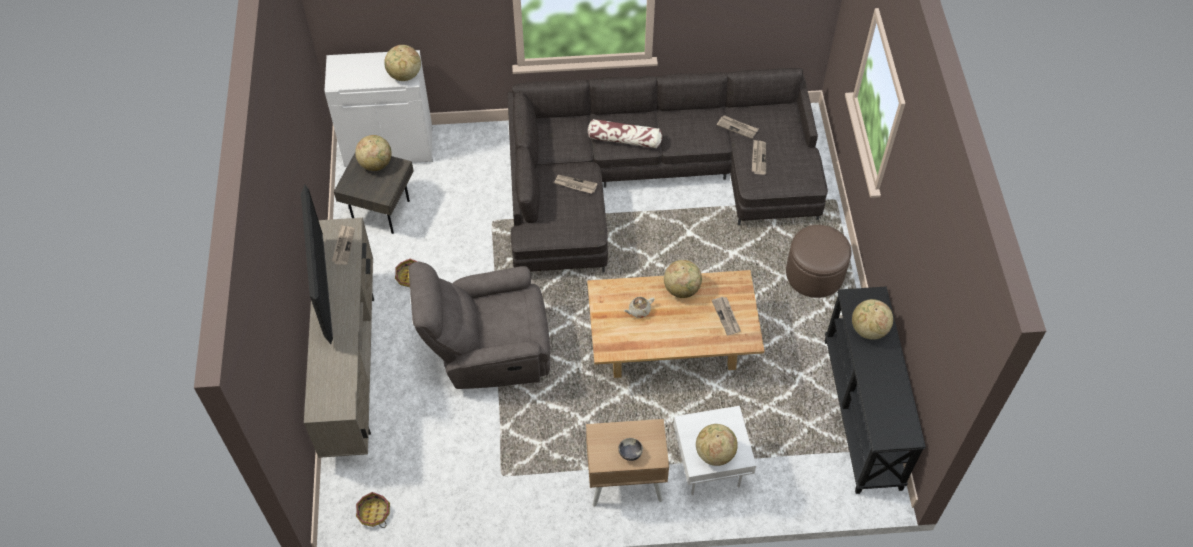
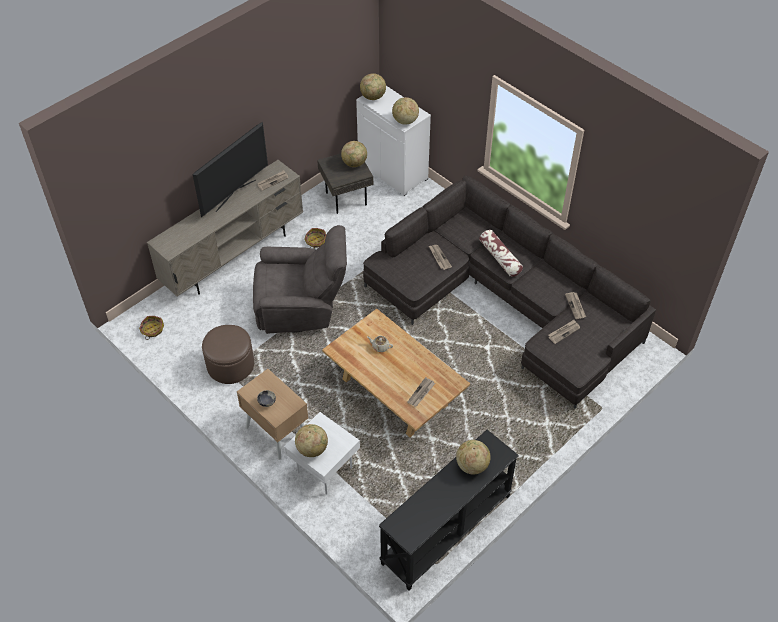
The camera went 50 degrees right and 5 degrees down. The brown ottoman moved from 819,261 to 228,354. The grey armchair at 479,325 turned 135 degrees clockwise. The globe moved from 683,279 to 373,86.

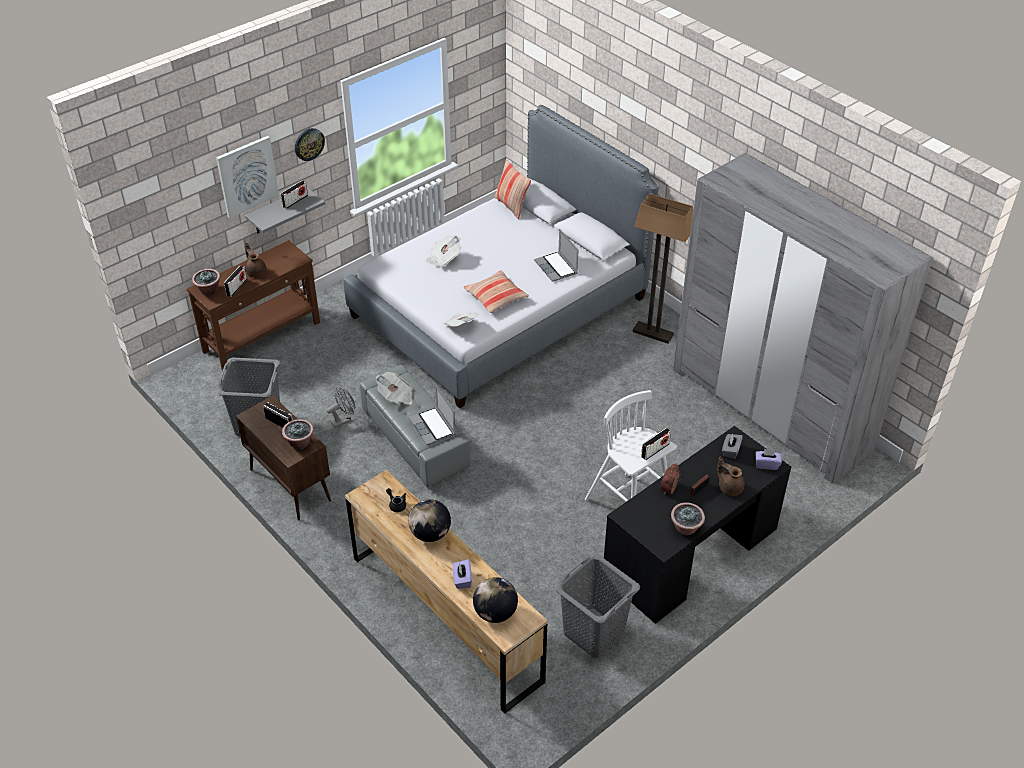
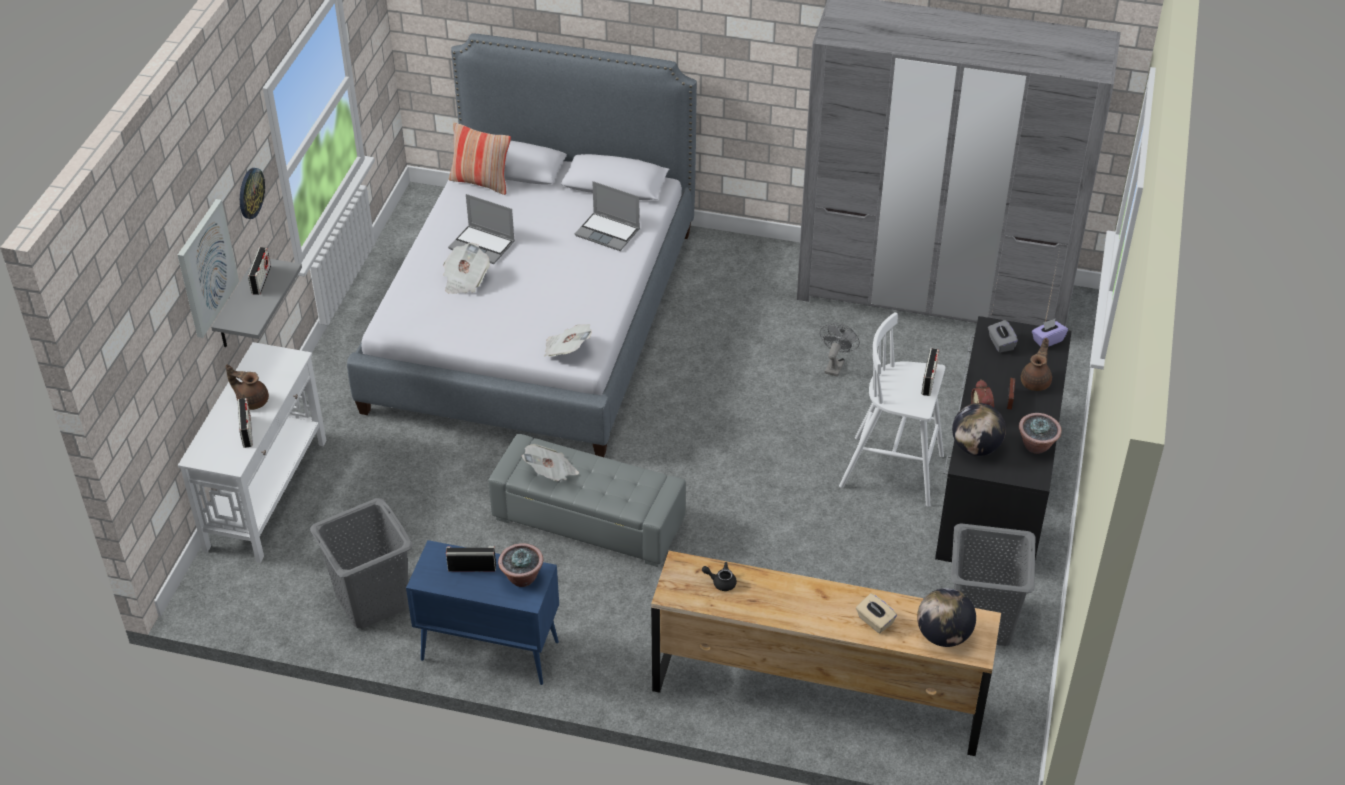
The camera went 35 degrees left and 0 degrees up. The brown console table at 253,305 became the white console table at 252,452. The brown cabinet at 283,458 became the blue cabinet at 482,612. The laptop moved from 432,415 to 481,229. The grey fan moved from 340,408 to 840,350. The purple tissue box at 462,574 became the beige tissue box at 876,613. The globe moved from 429,520 to 979,429. The brown teapot at 730,476 turned 105 degrees clockwise. The potted plant at 206,282 disappeared. The pillow at 496,291 disappeared. The floor lamp at 663,269 disappeared.

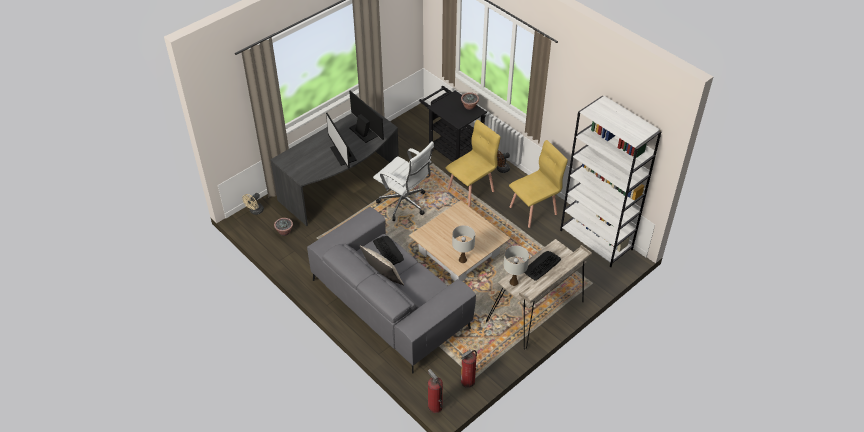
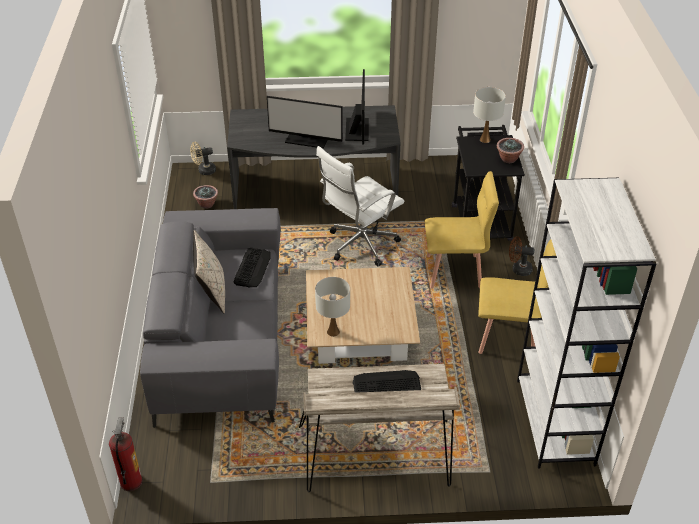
The camera went 40 degrees right and 5 degrees down. The monitor at 341,141 turned 90 degrees counterclockwise. The white office chair at 403,181 turned 60 degrees clockwise. The white table lamp moved from 516,266 to 489,115. The fire extinguisher at 469,369 disappeared.

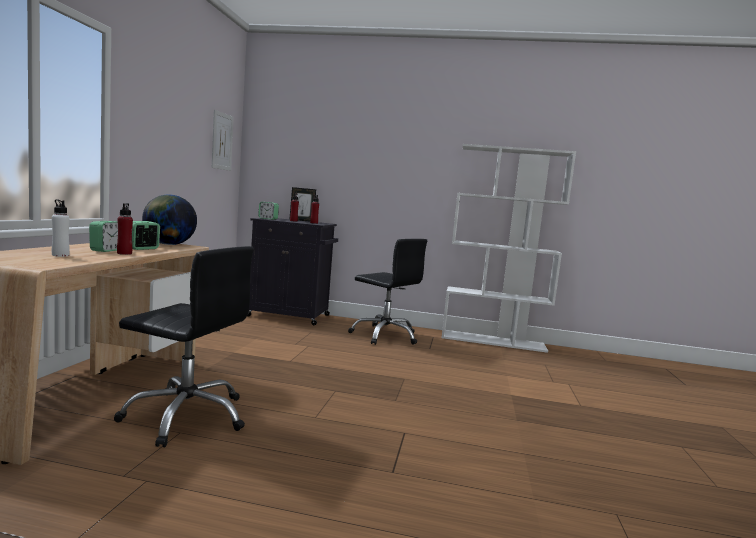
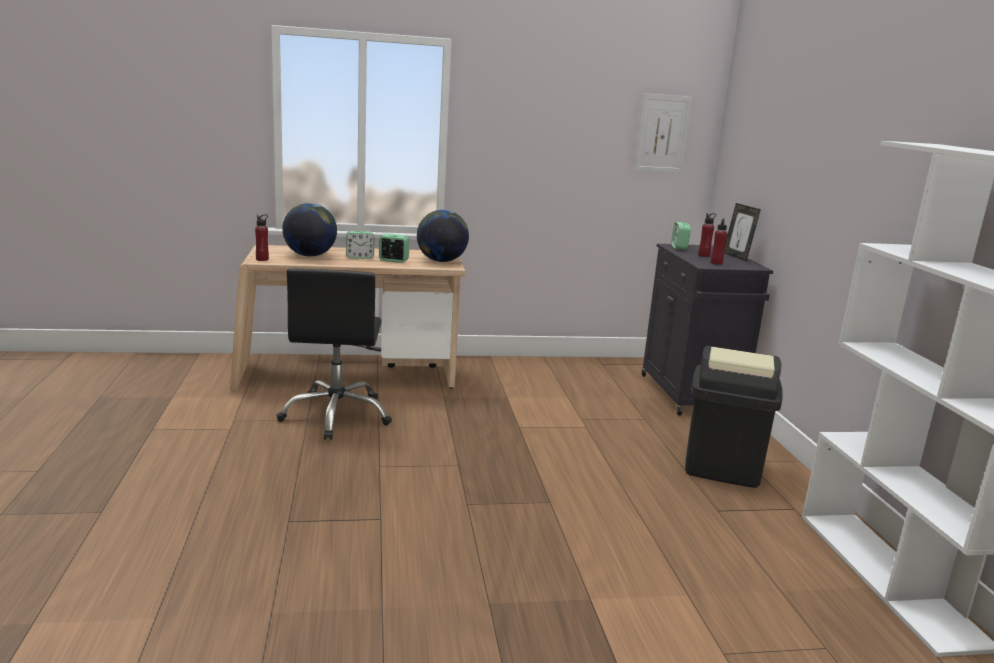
The camera went 70 degrees right and 10 degrees up. The red bottle moved from 125,229 to 262,237. The white bottle at 61,227 was replaced by the globe at 309,230. The black office chair at 387,292 was replaced by the black trash can at 734,417.

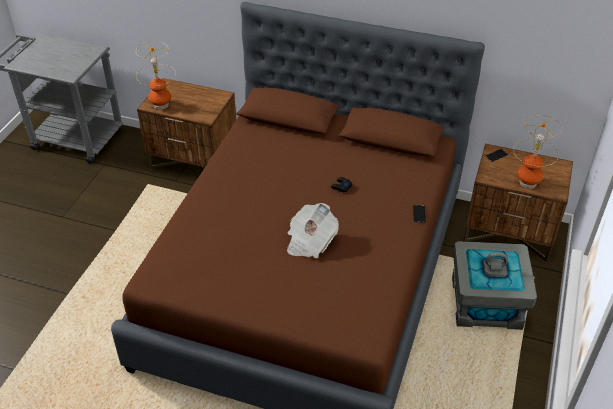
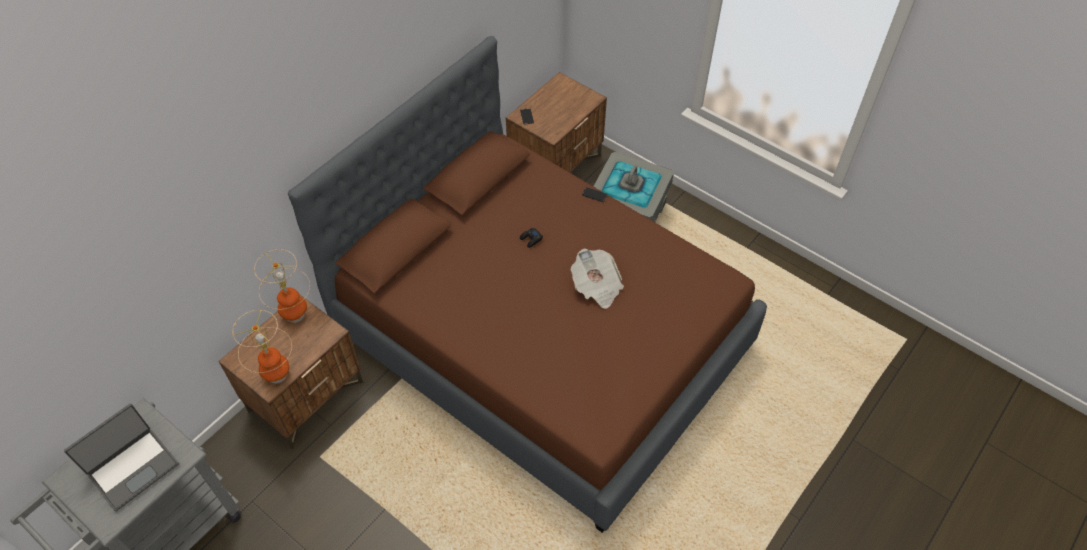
The camera went 70 degrees left and 10 degrees up. The laptop at 121,457 appeared. The table lamp moved from 537,152 to 282,286.

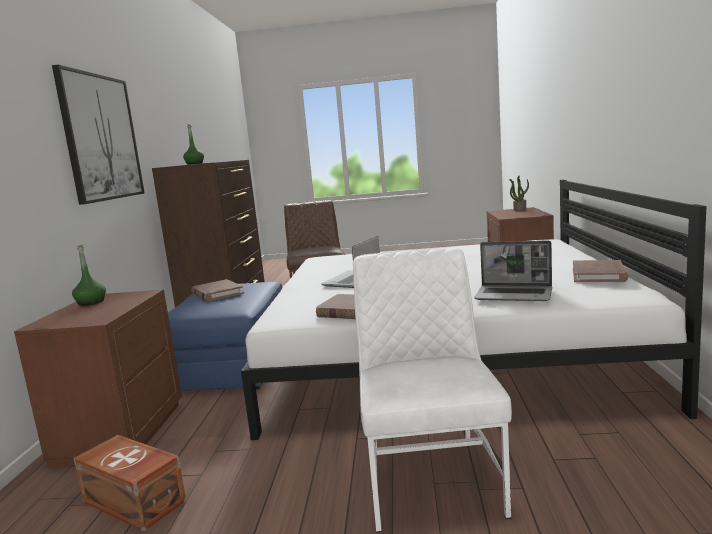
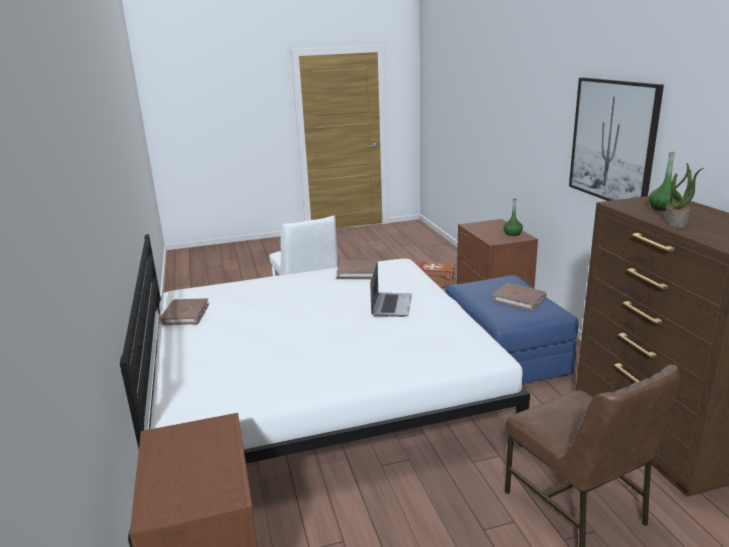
The camera went 160 degrees right and 10 degrees up. The potted plant moved from 519,193 to 683,195. The laptop at 513,271 disappeared.

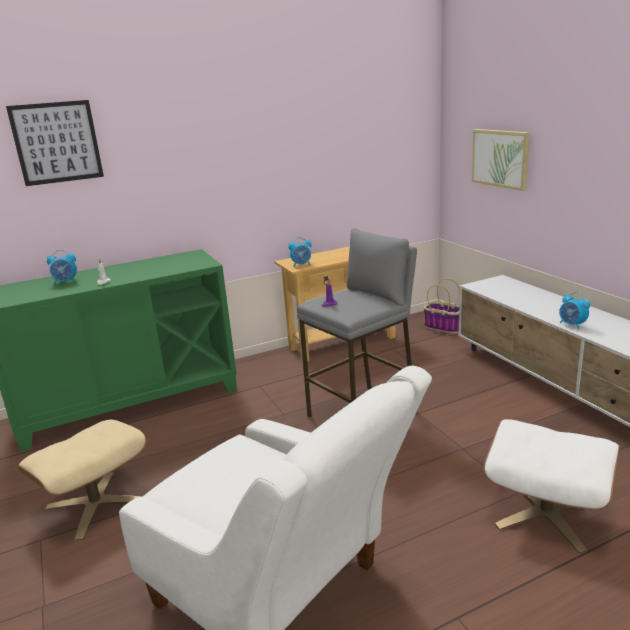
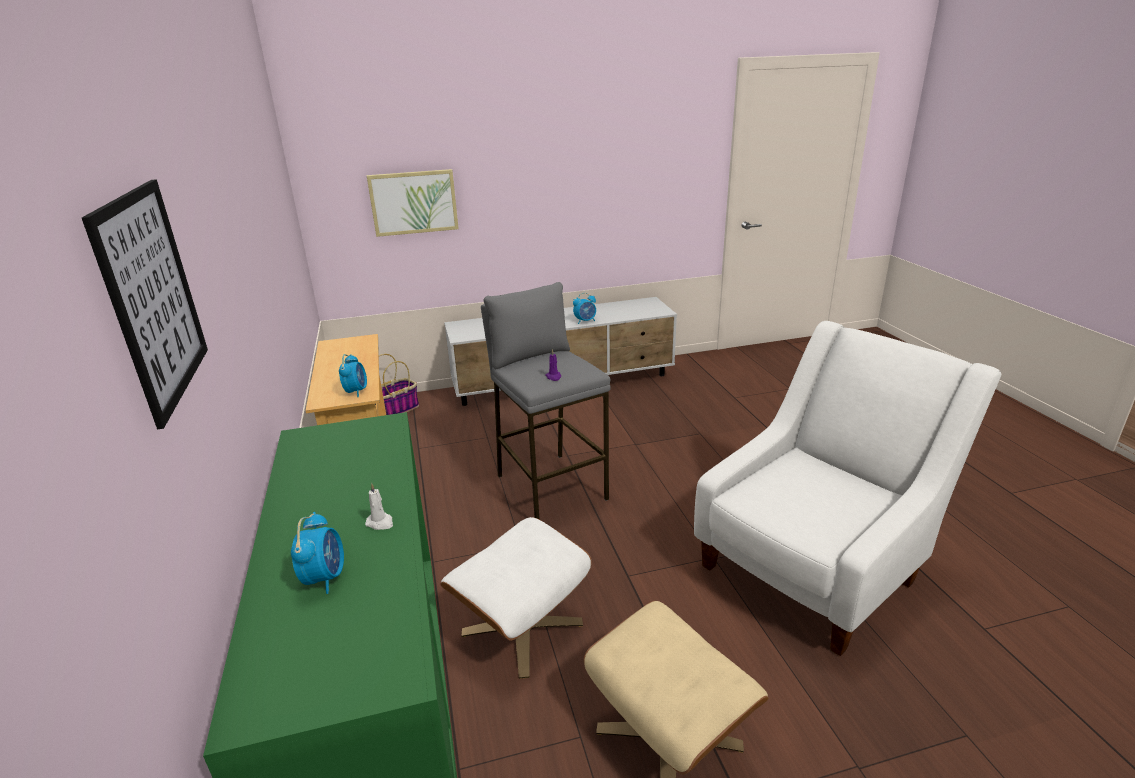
The camera went 80 degrees left and 5 degrees up. The white ottoman moved from 552,486 to 516,598.

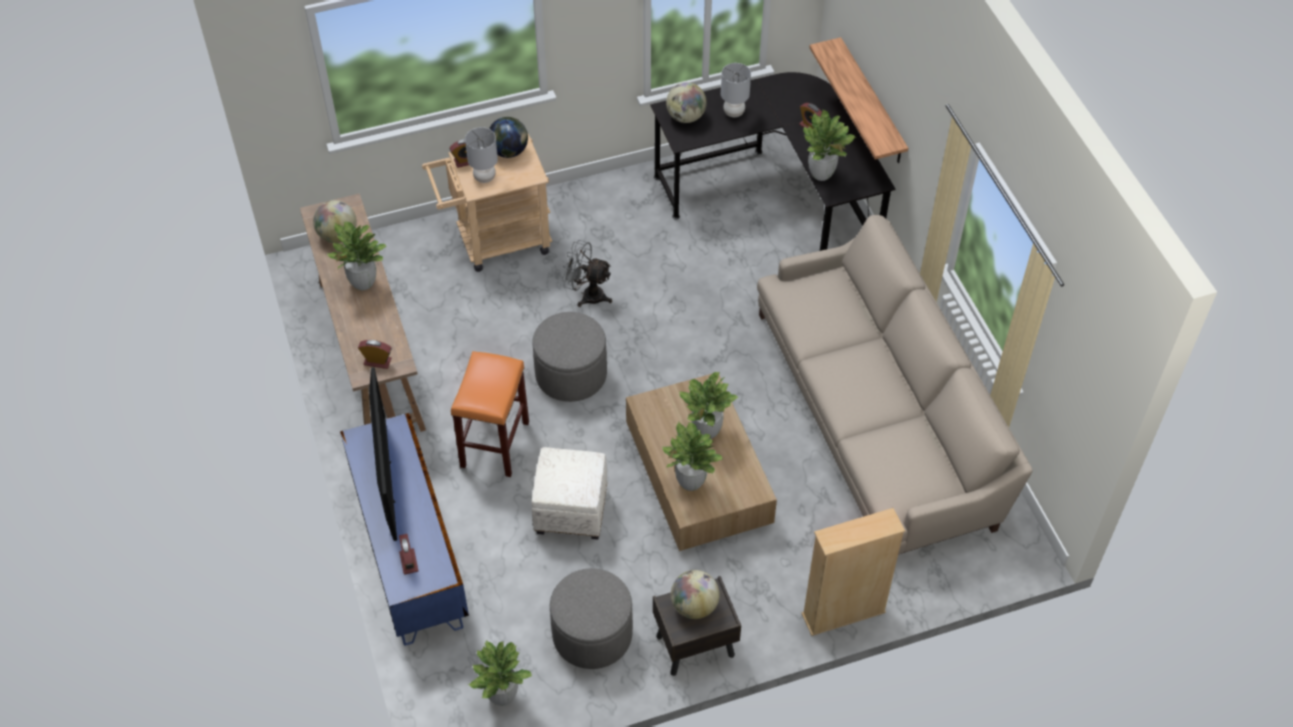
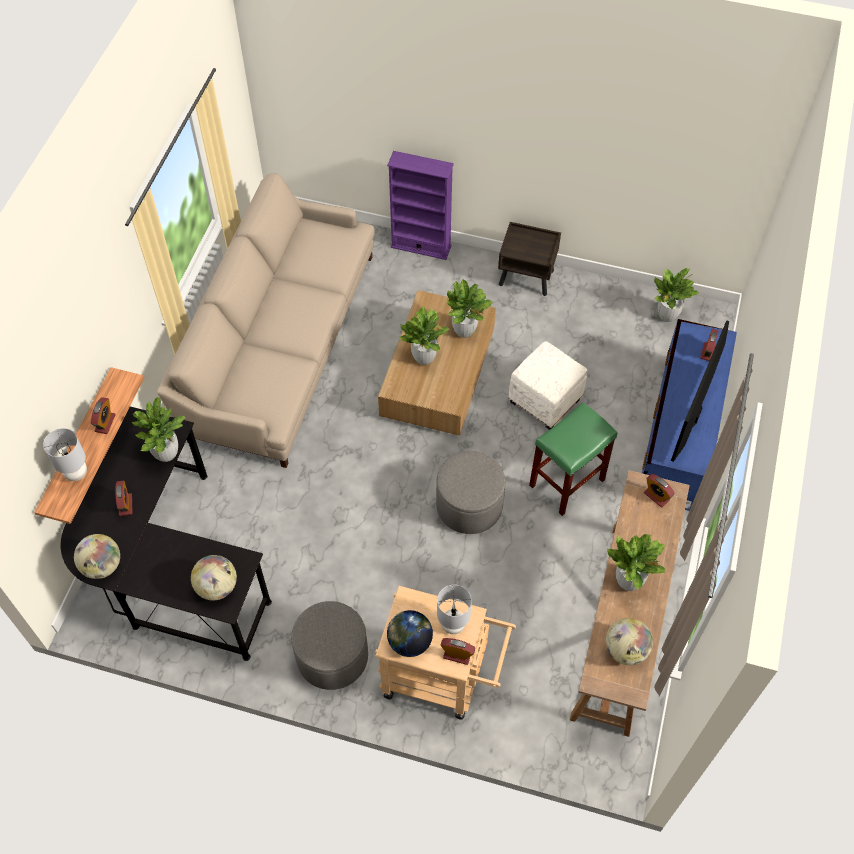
The camera went 145 degrees left and 5 degrees up. The grey table lamp moved from 736,90 to 65,454. The globe moved from 695,594 to 97,556. The alarm clock at 103,415 appeared. The grey ottoman moved from 591,618 to 329,645. The beige bookcase at 853,572 became the purple bookcase at 420,205. The orange stool at 490,414 became the green stool at 573,459. The grey fan at 587,273 disappeared.

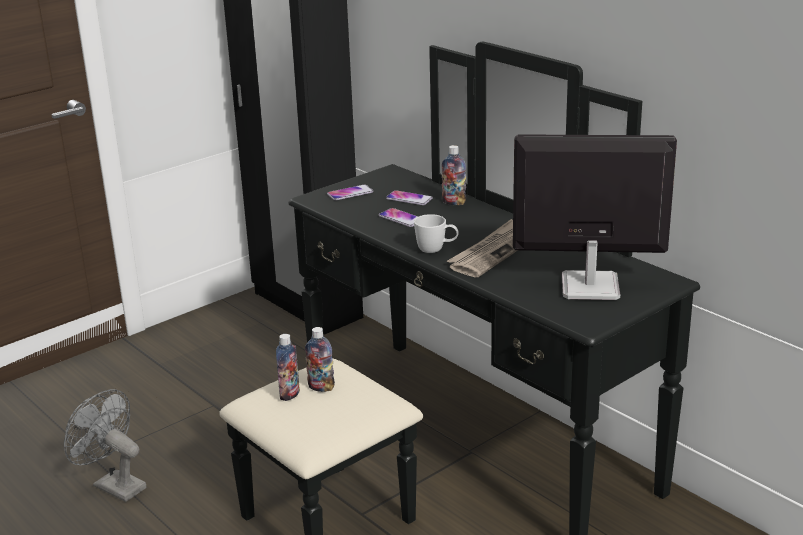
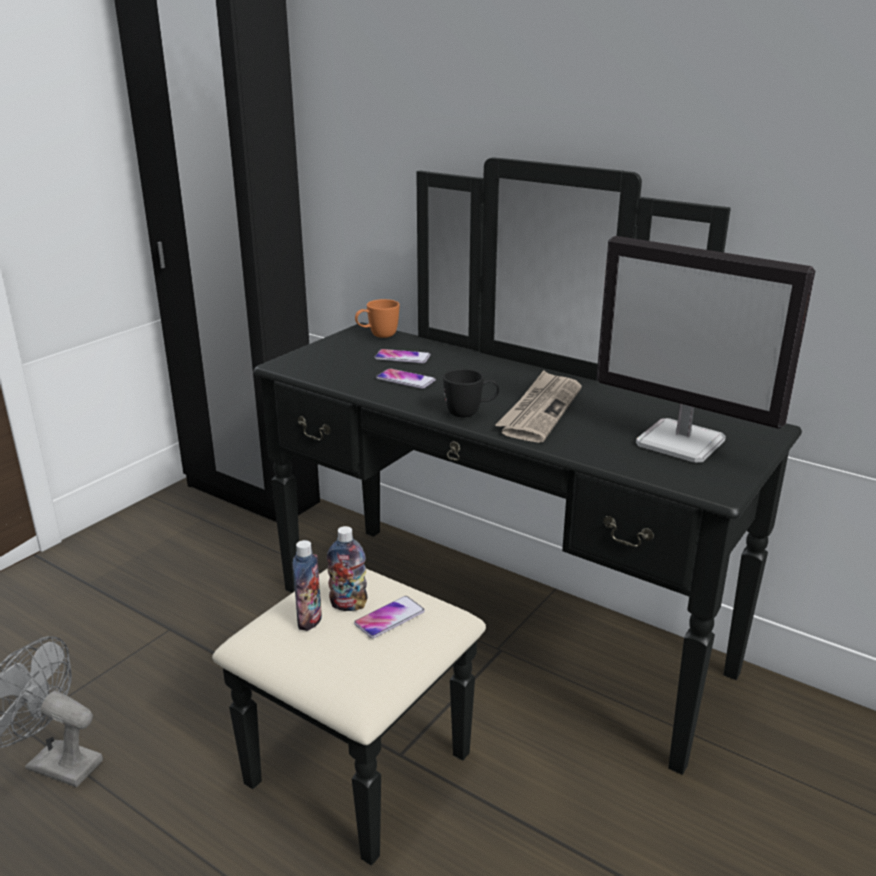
The camera went 15 degrees left and 0 degrees up. The phone moved from 350,192 to 389,617. The orange mug at 377,318 appeared. The white mug at 436,233 became the black mug at 471,393. The monitor at 595,217 turned 135 degrees counterclockwise. The bottle at 453,175 disappeared.

